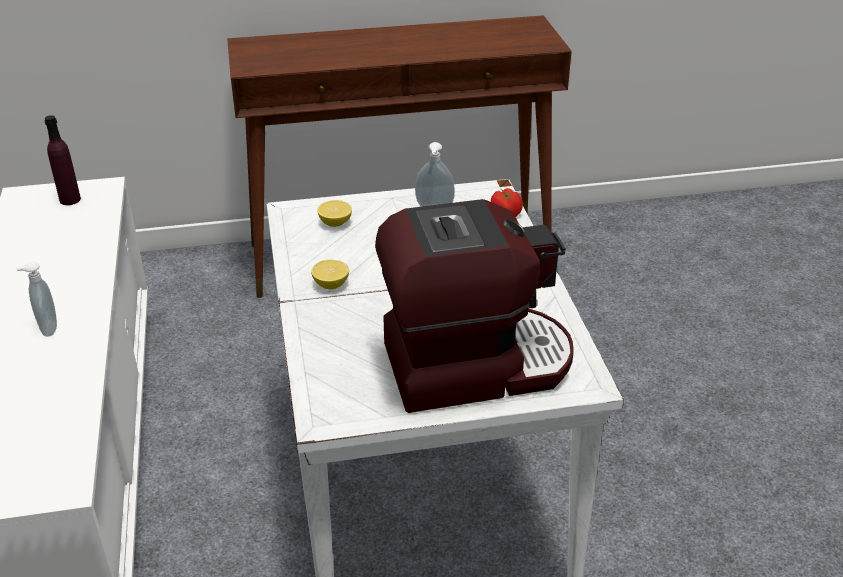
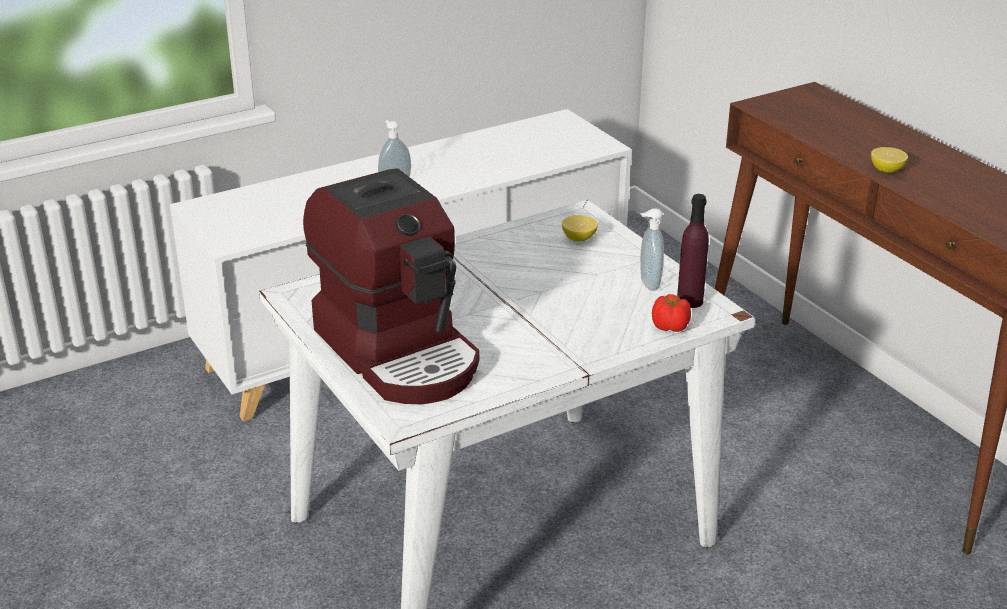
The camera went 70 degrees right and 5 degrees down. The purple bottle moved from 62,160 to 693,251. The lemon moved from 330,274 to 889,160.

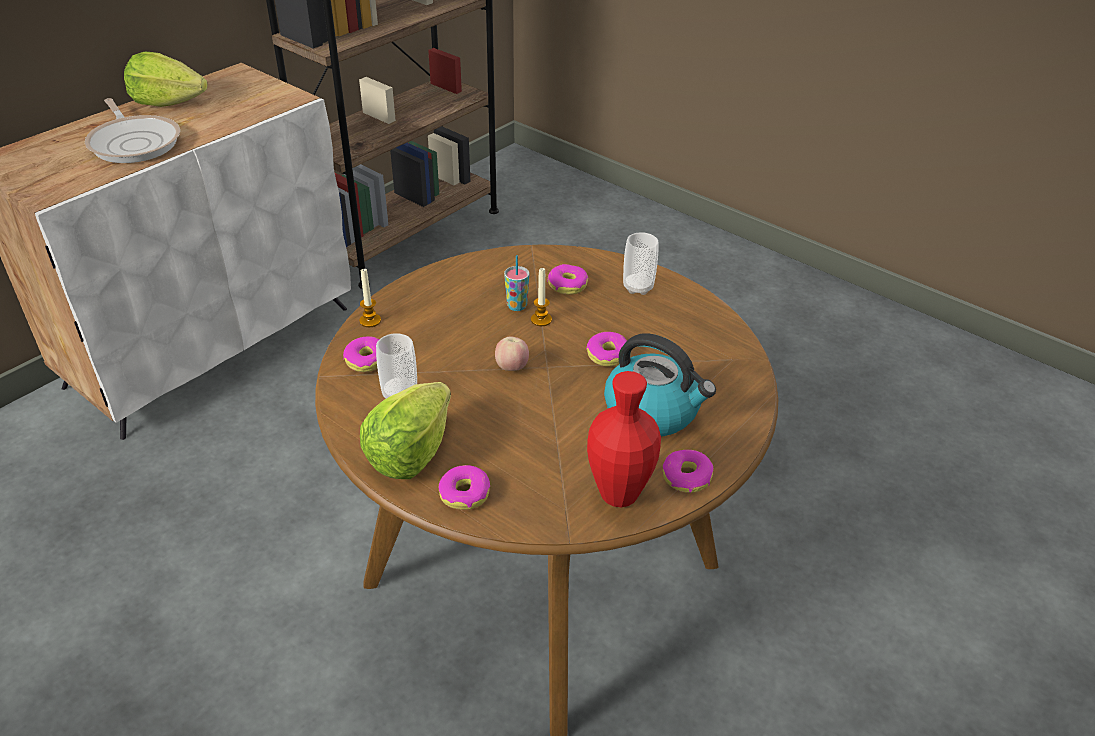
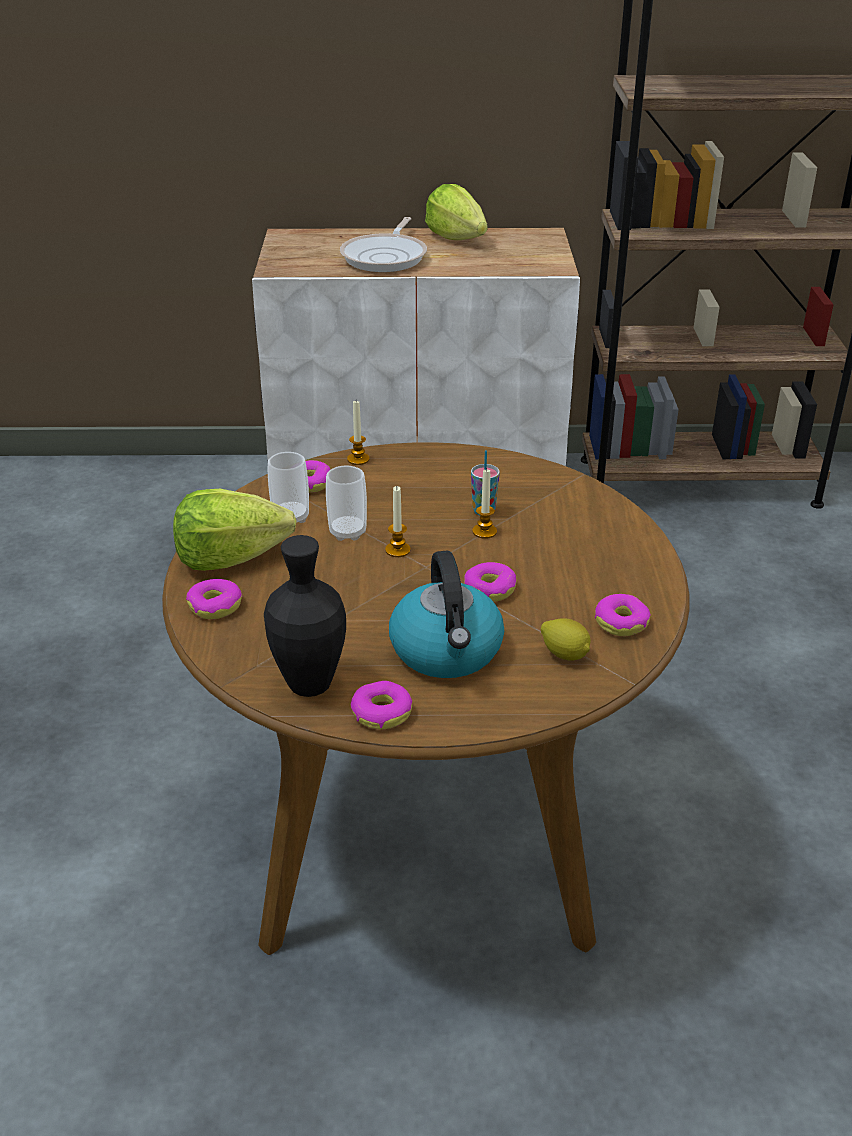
The camera went 50 degrees right and 5 degrees down. The red vase at 624,439 became the black vase at 305,616. The cup moved from 640,263 to 346,503. The apple at 512,354 was replaced by the candle at 397,521. The lemon at 566,639 appeared. The donut moved from 568,279 to 623,615.

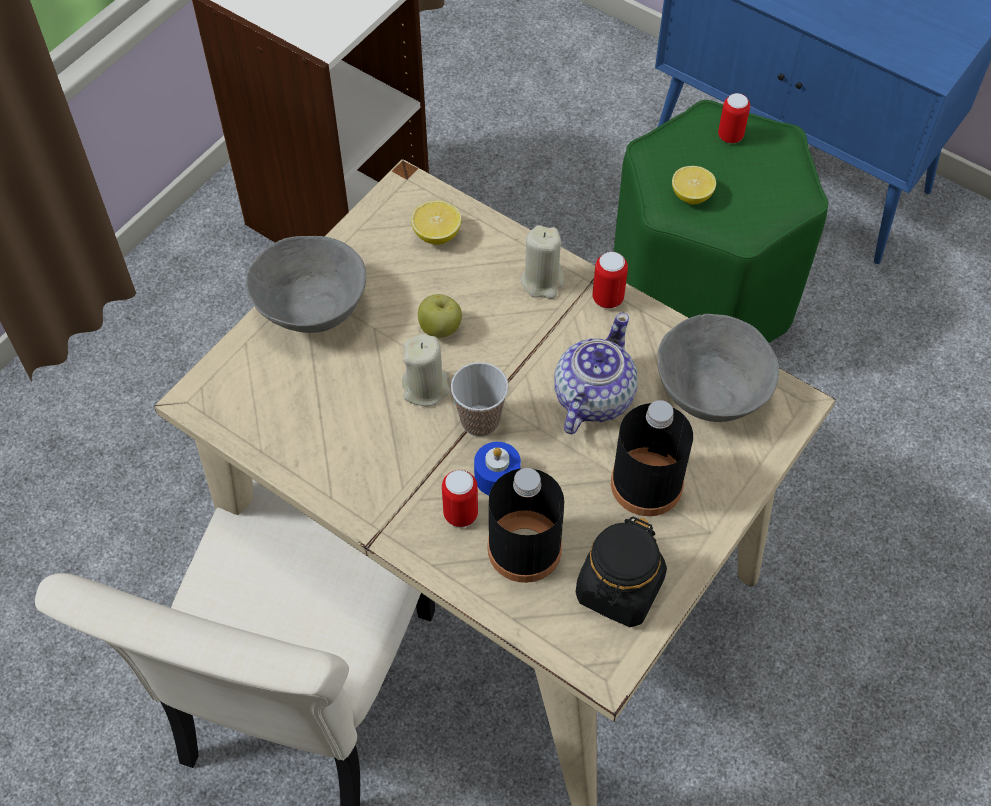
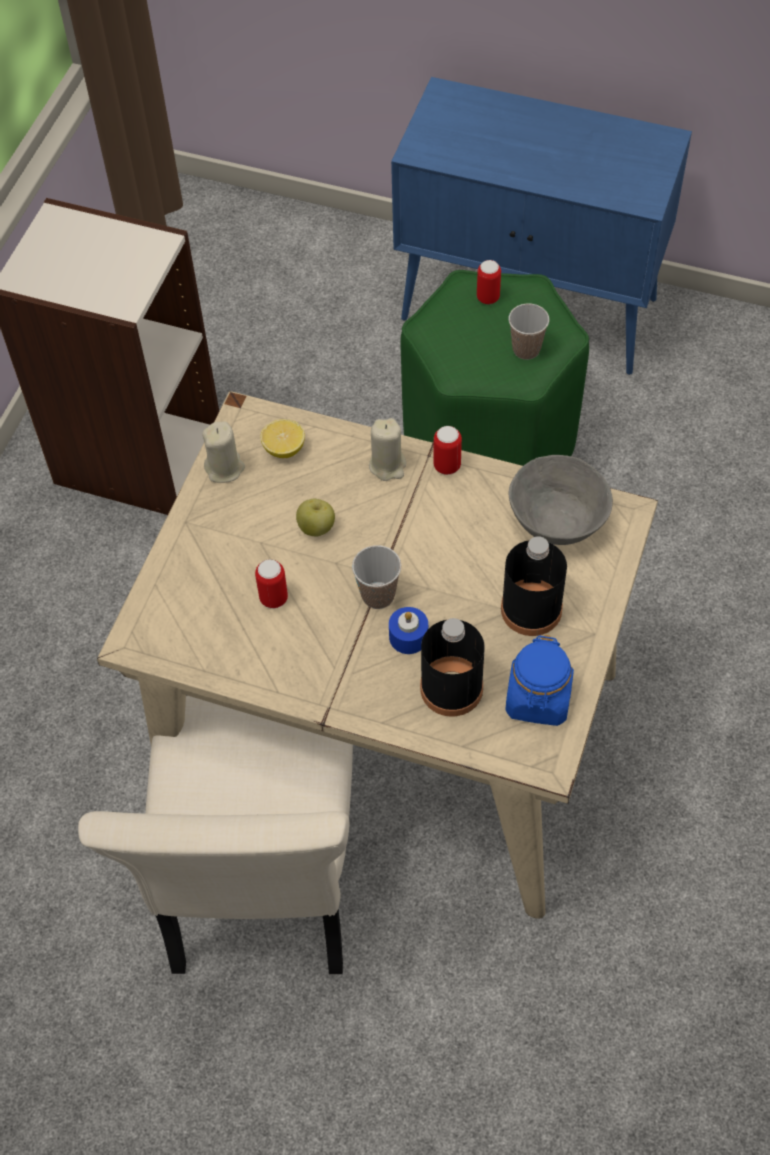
The camera went 15 degrees left and 0 degrees up. The beige candle moved from 426,370 to 223,452. The can moved from 460,498 to 271,584. The black jar at 621,572 became the blue jar at 539,680. The cup at 528,332 appeared. The grey bowl at 306,284 disappeared. The teapot at 596,373 disappeared. The lemon at 694,185 disappeared.

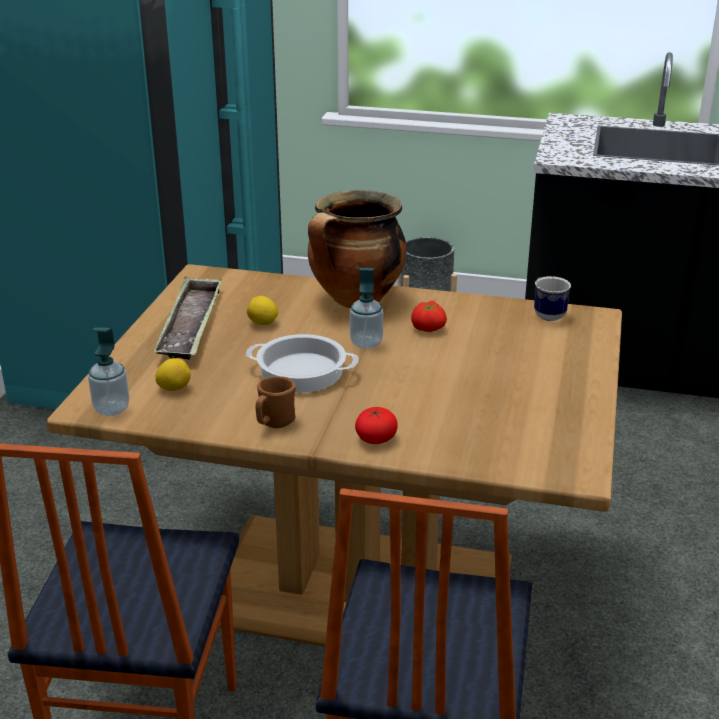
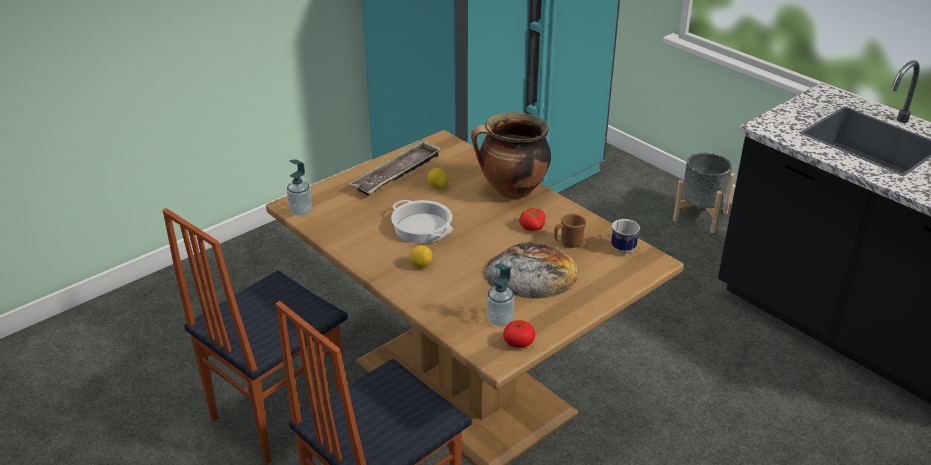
The camera went 35 degrees right and 5 degrees up. The lemon moved from 173,374 to 420,256. The bread at 531,270 appeared. The soap dispenser moved from 366,308 to 500,294. The tomato moved from 376,425 to 519,334. The brown mug moved from 275,402 to 570,231.

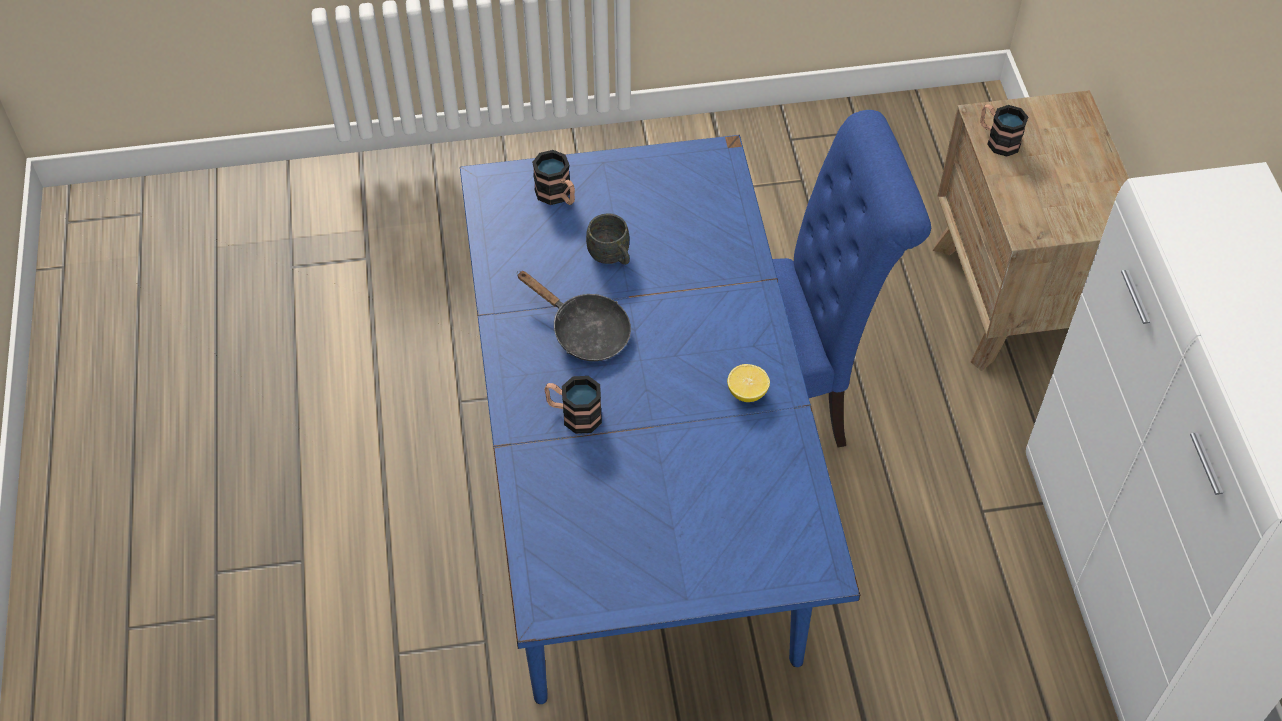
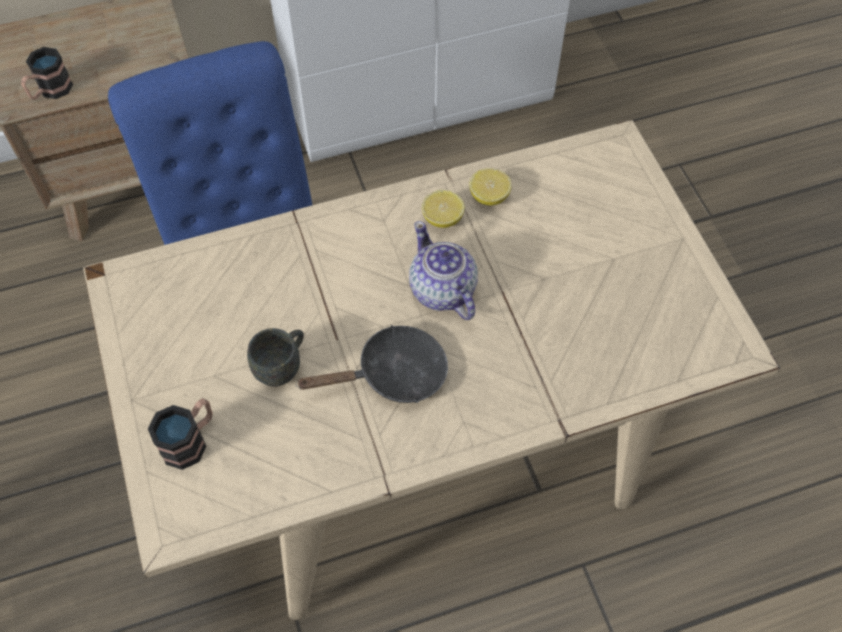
The camera went 100 degrees left and 5 degrees up. The blue dining table at 660,419 became the beige dining table at 431,370. The black frying pan at 574,316 turned 45 degrees clockwise. The teapot at 443,270 appeared. The lemon at 490,187 appeared. The mug at 573,405 disappeared.

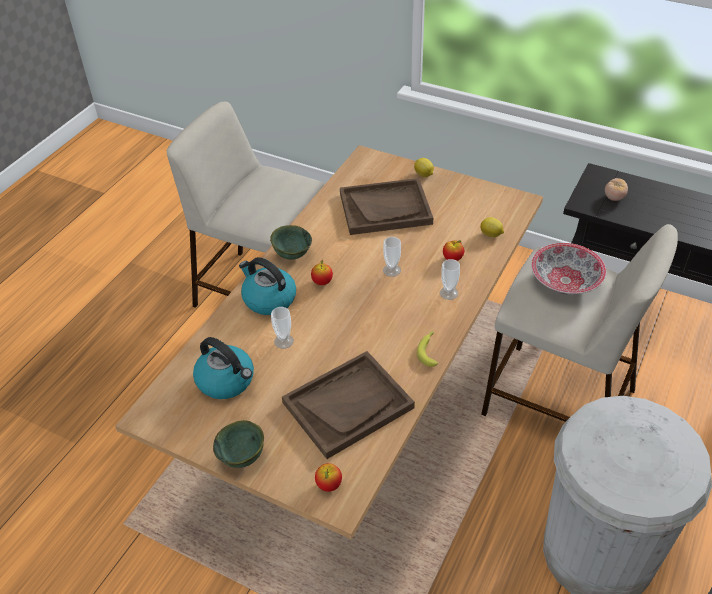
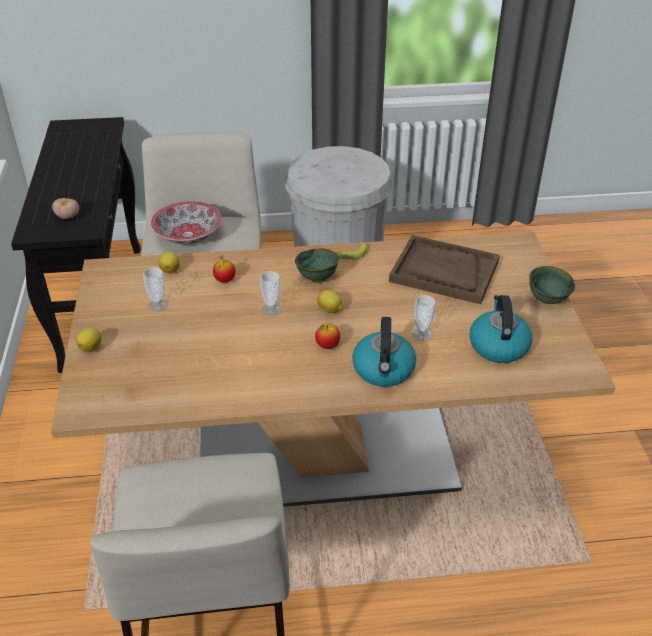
The camera went 125 degrees left and 5 degrees down. The cup moved from 450,279 to 155,289. The green bowl moved from 291,242 to 317,266. The lemon at 329,301 appeared. The apple at 328,477 disappeared. The brown tray at 386,206 disappeared.

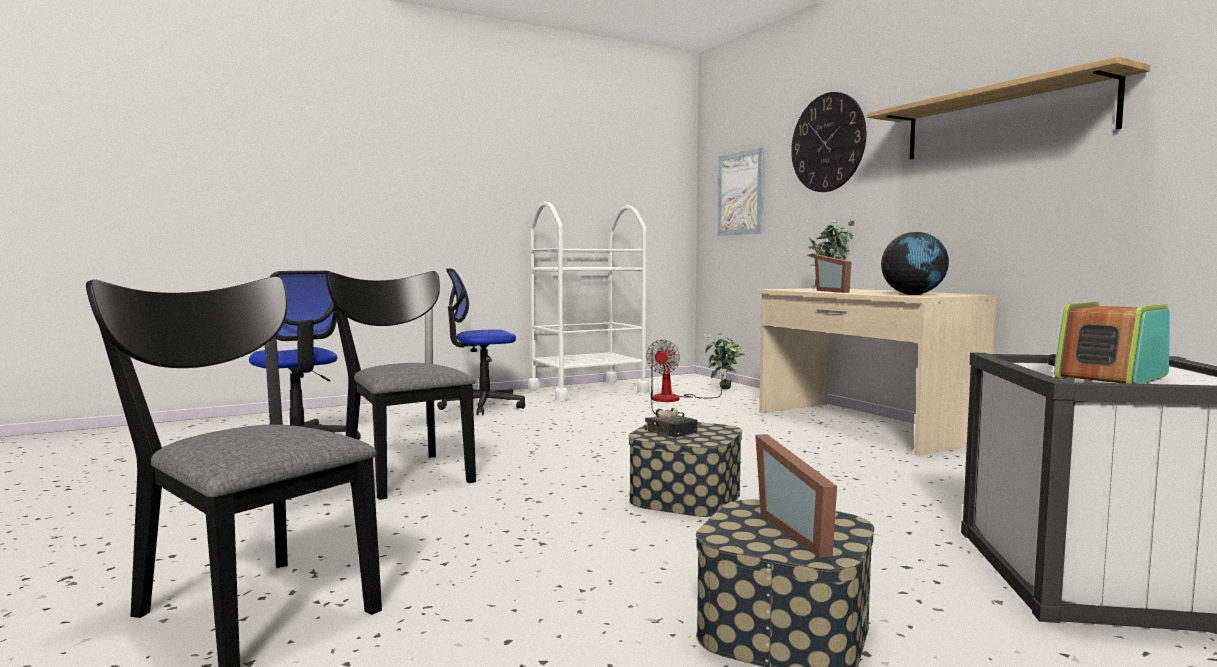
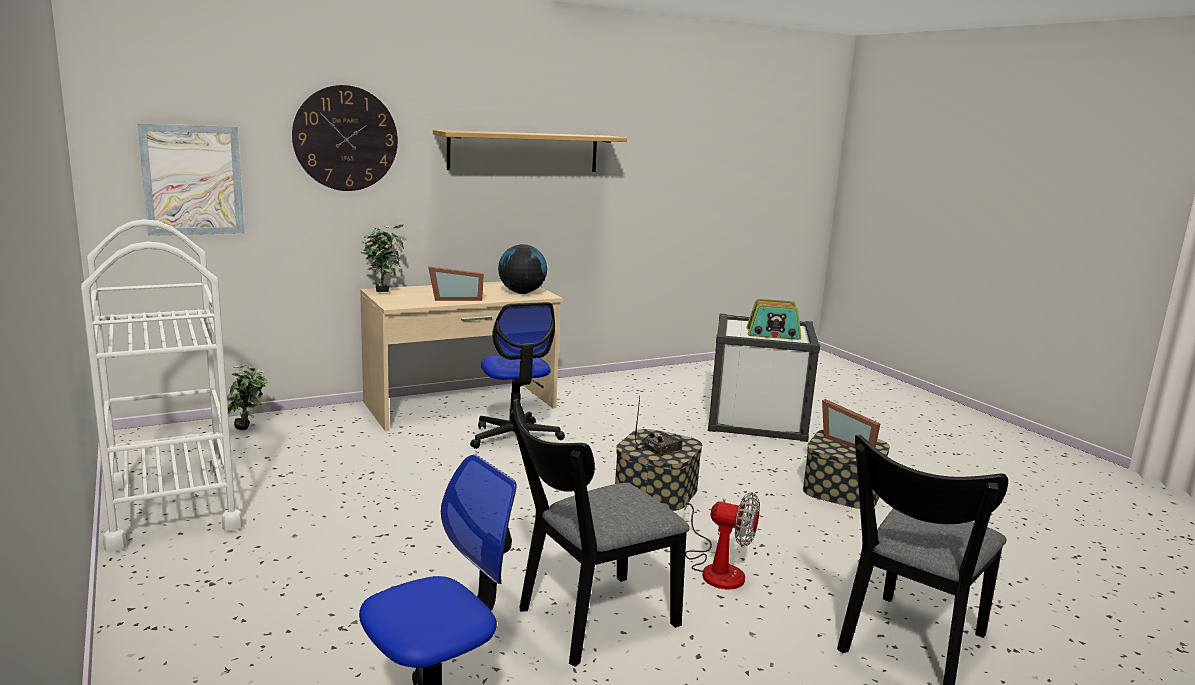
The camera went 90 degrees left and 10 degrees up. The office chair moved from 481,341 to 517,375. The fan moved from 686,370 to 722,540. The radio at 1109,342 turned 45 degrees counterclockwise. The picture frame at 796,496 turned 60 degrees clockwise.

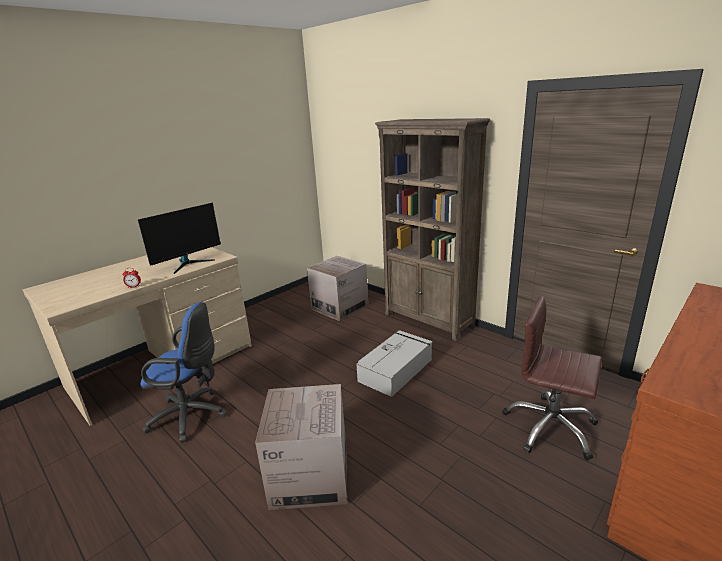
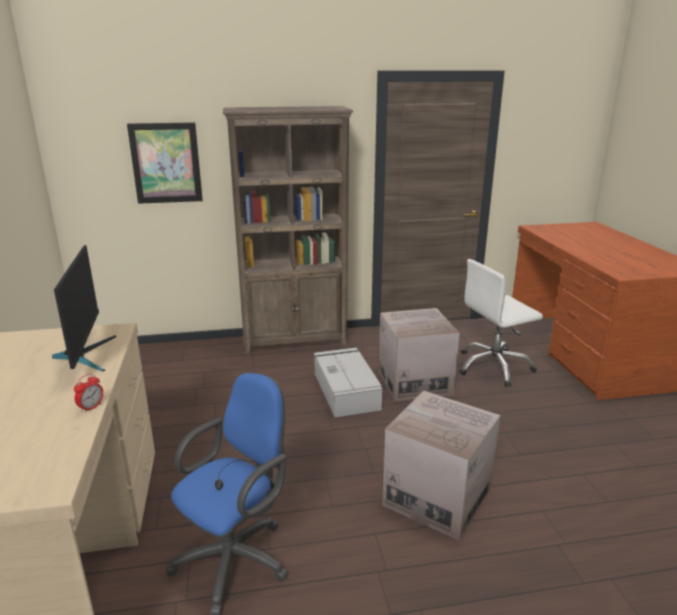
The camera went 55 degrees left and 0 degrees up. The picture at 165,163 appeared. The cardboard box moved from 337,288 to 419,354. The brown office chair at 552,378 became the white office chair at 501,323.

